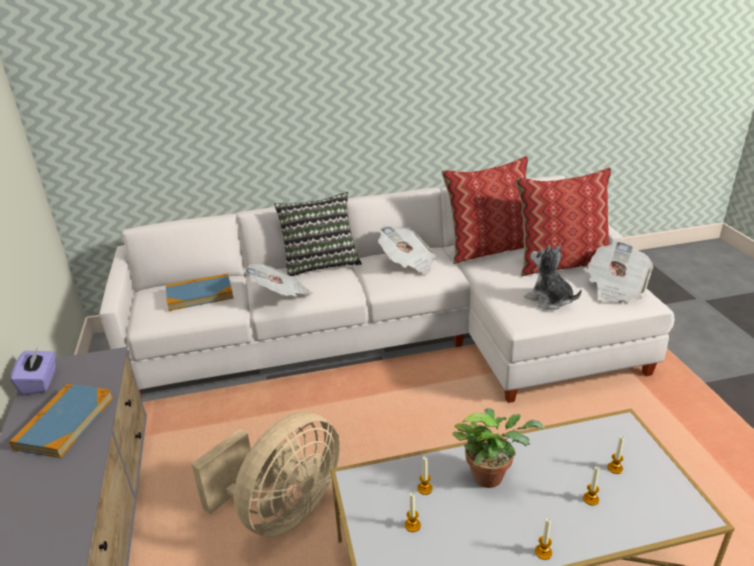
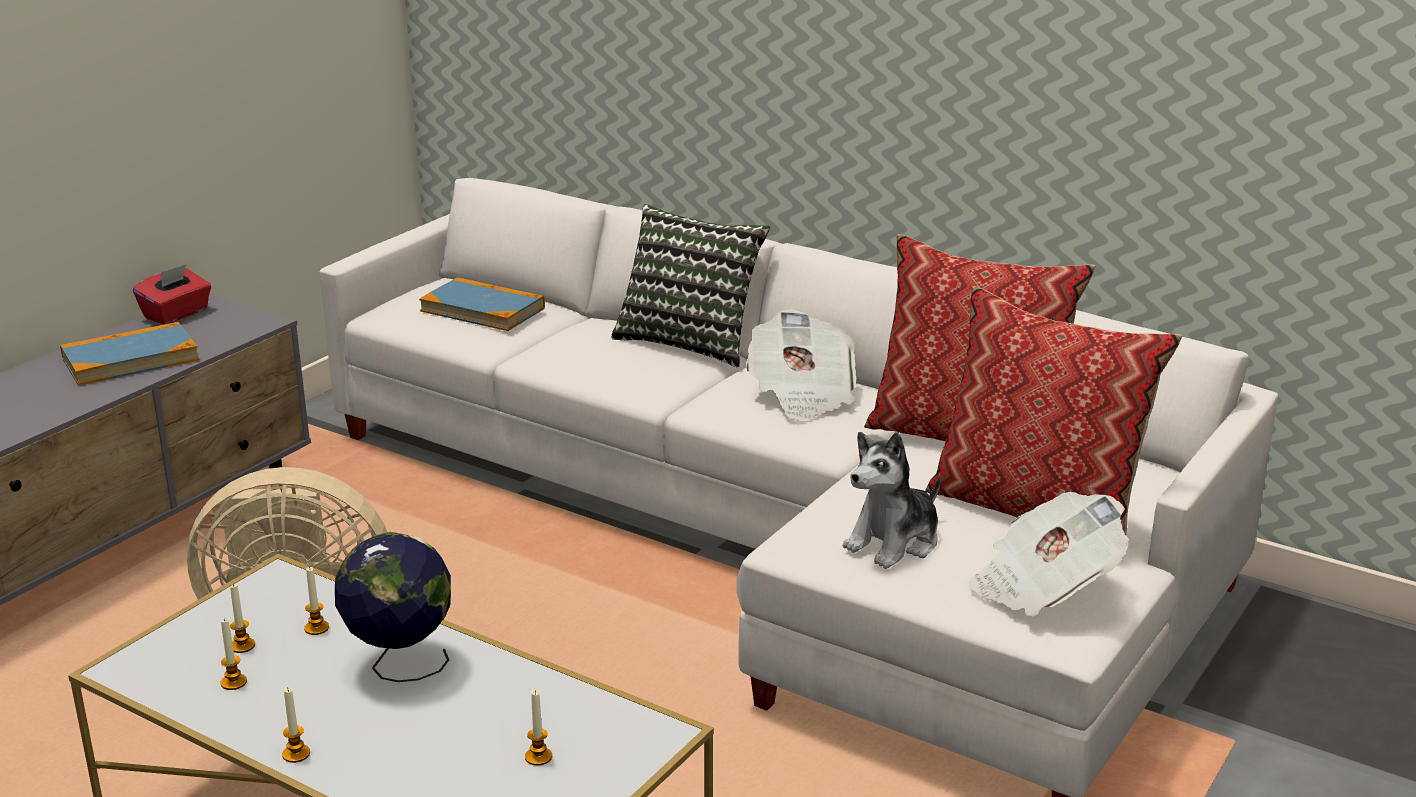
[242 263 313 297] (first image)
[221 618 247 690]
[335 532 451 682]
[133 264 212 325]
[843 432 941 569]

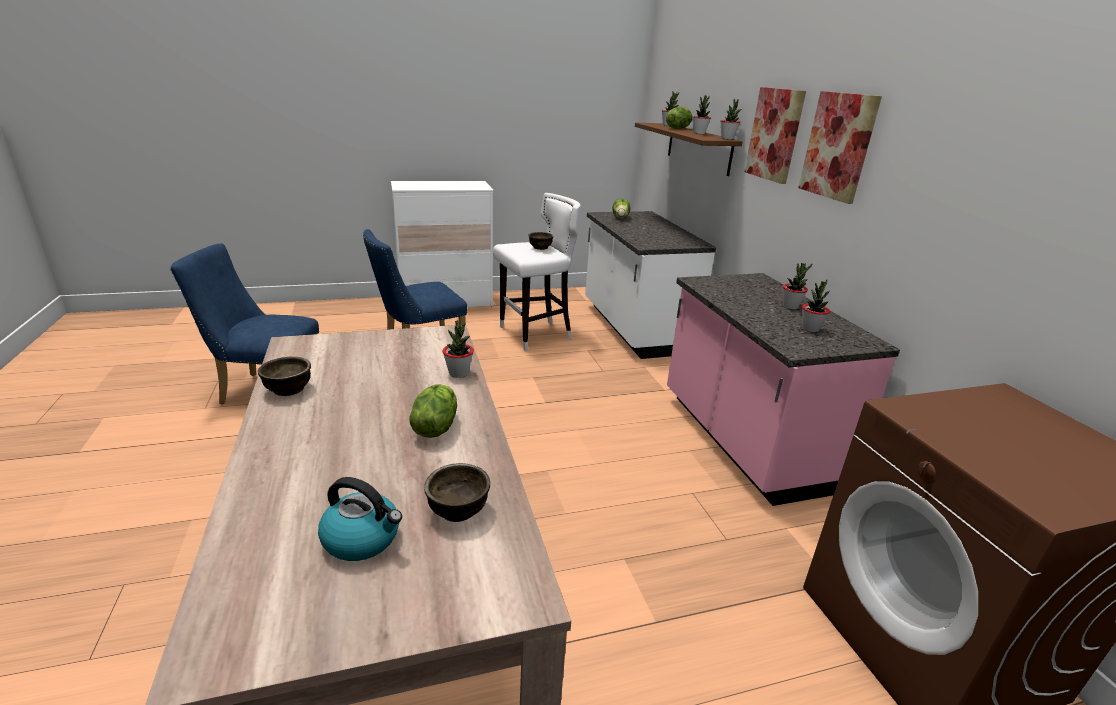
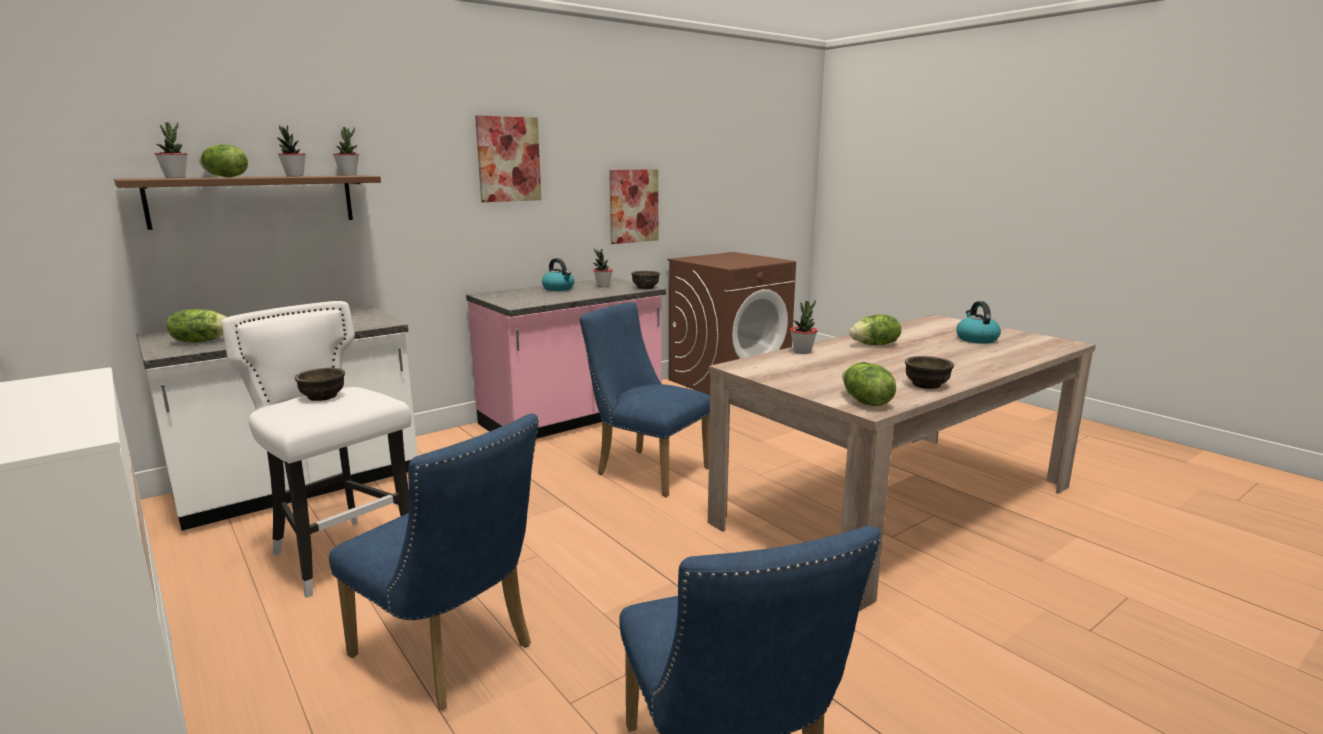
[579 302 710 497]
[842 362 896 406]
[631 271 660 289]
[609 169 658 244]
[542 258 574 291]

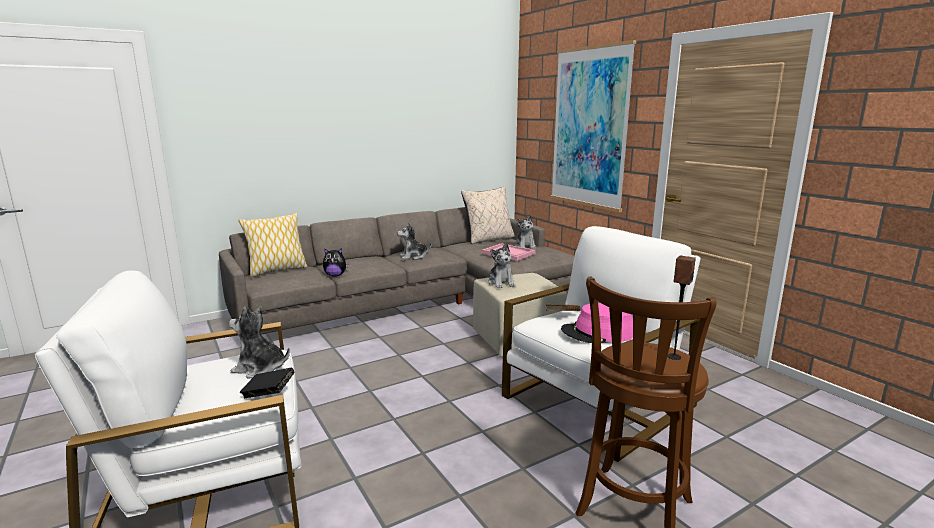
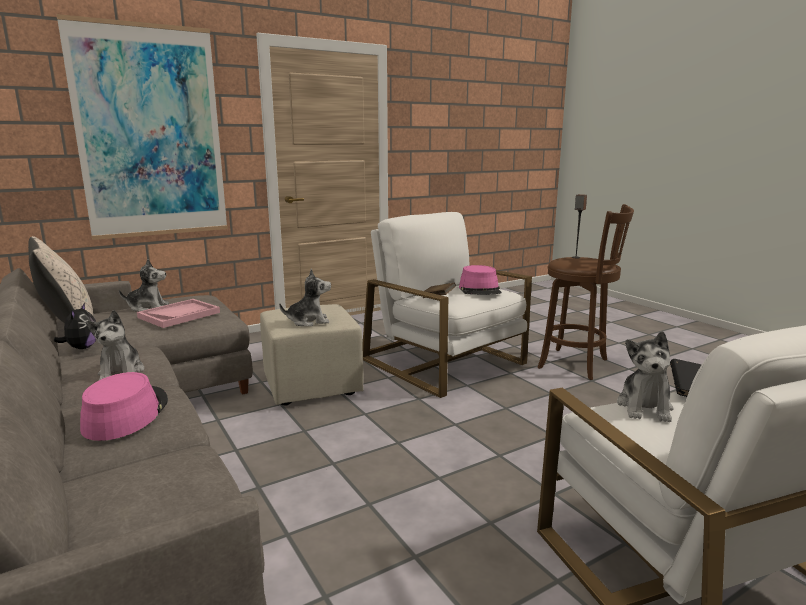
[238 213 308 277] (first image)
[80 372 168 441]
[54 303 96 349]

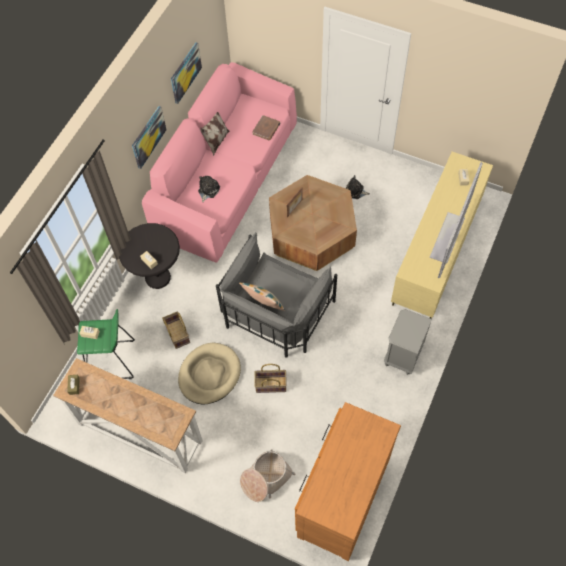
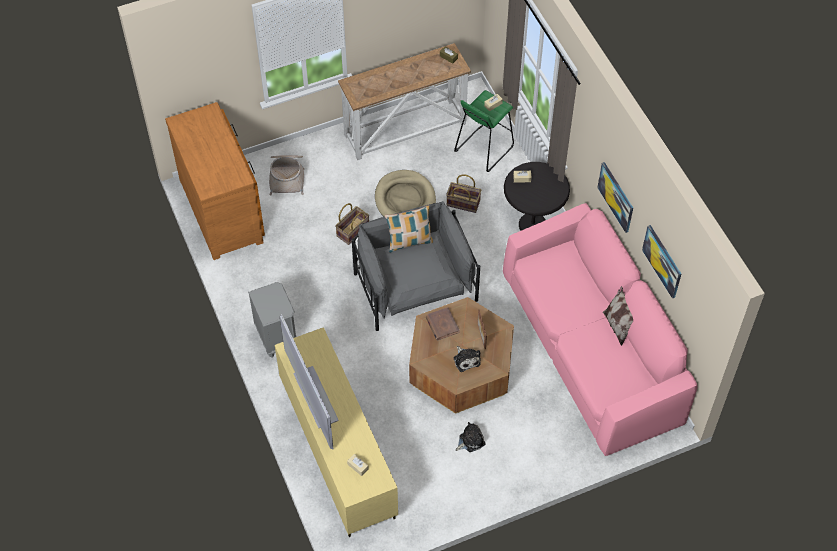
[454 346 481 372]
[426 307 460 340]

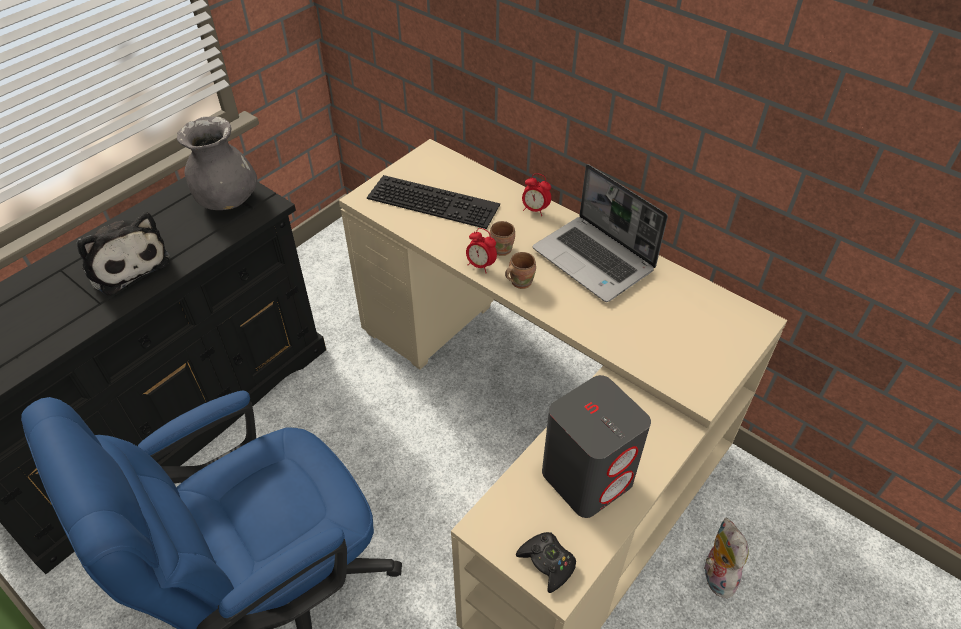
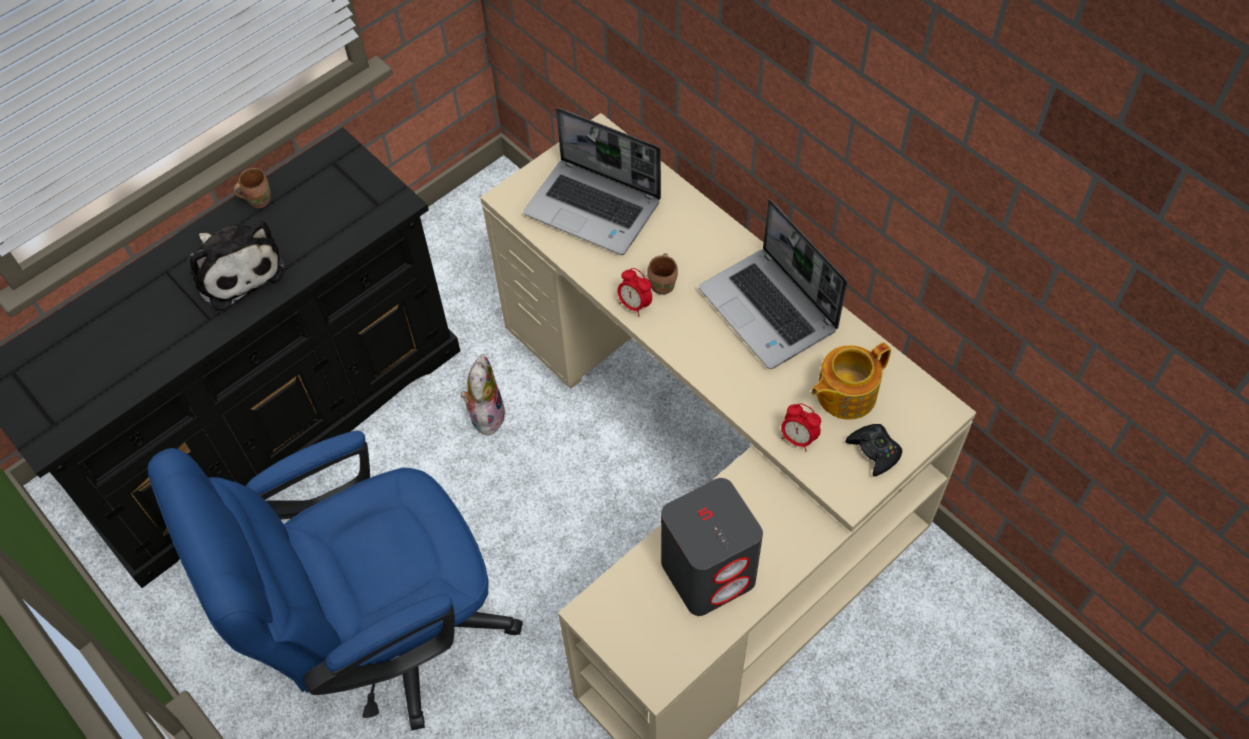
[177 116 257 210] (first image)
[811 342 891 420]
[233 168 271 208]
[846 424 902 477]
[781 404 821 452]
[461 354 506 435]
[523 108 661 255]

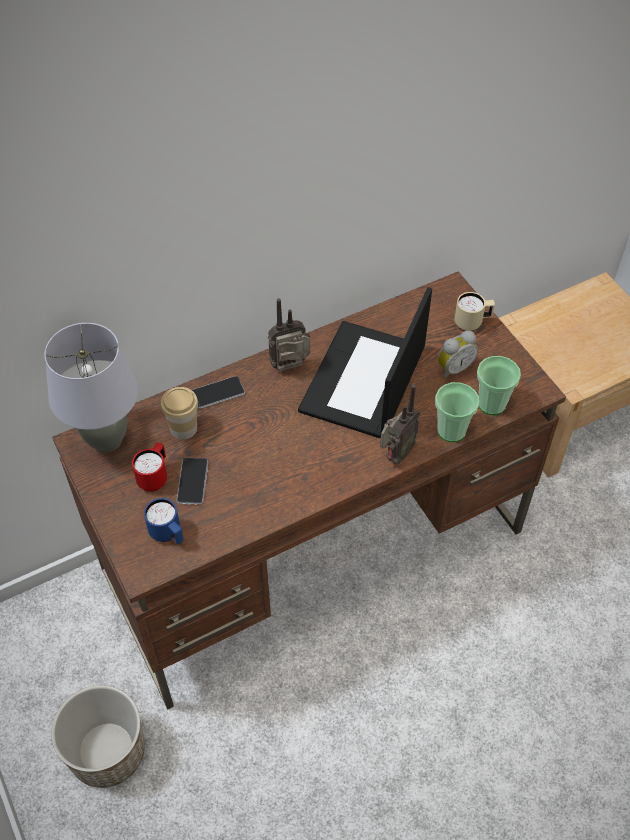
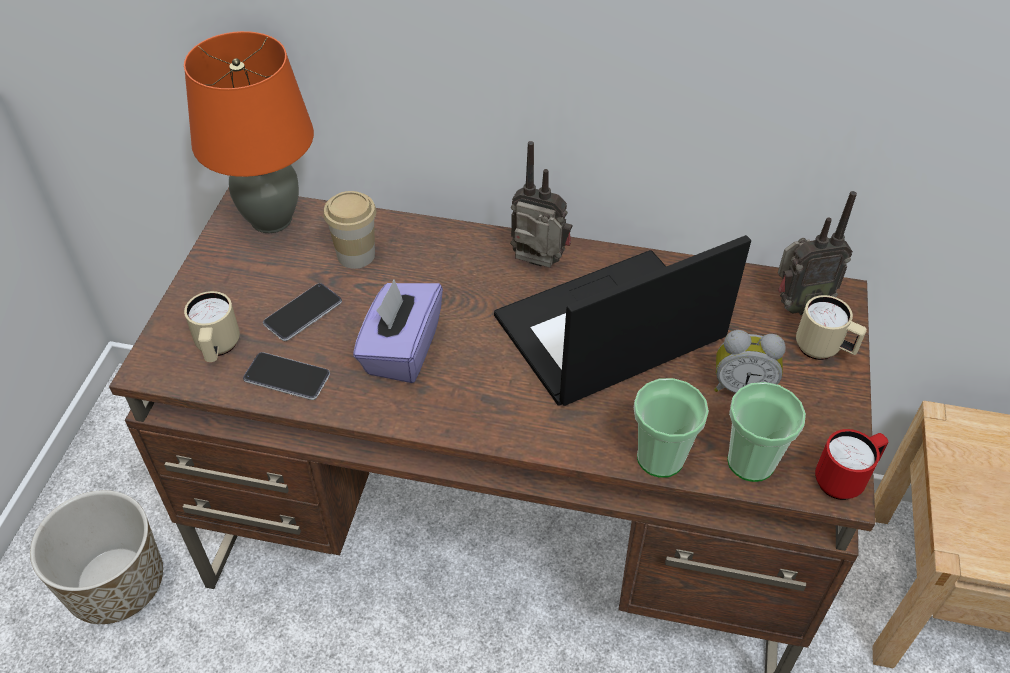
[353 280 443 383]
[815 429 888 500]
[243 352 330 400]
[778 191 857 315]
[184 31 314 233]
[184 291 240 362]

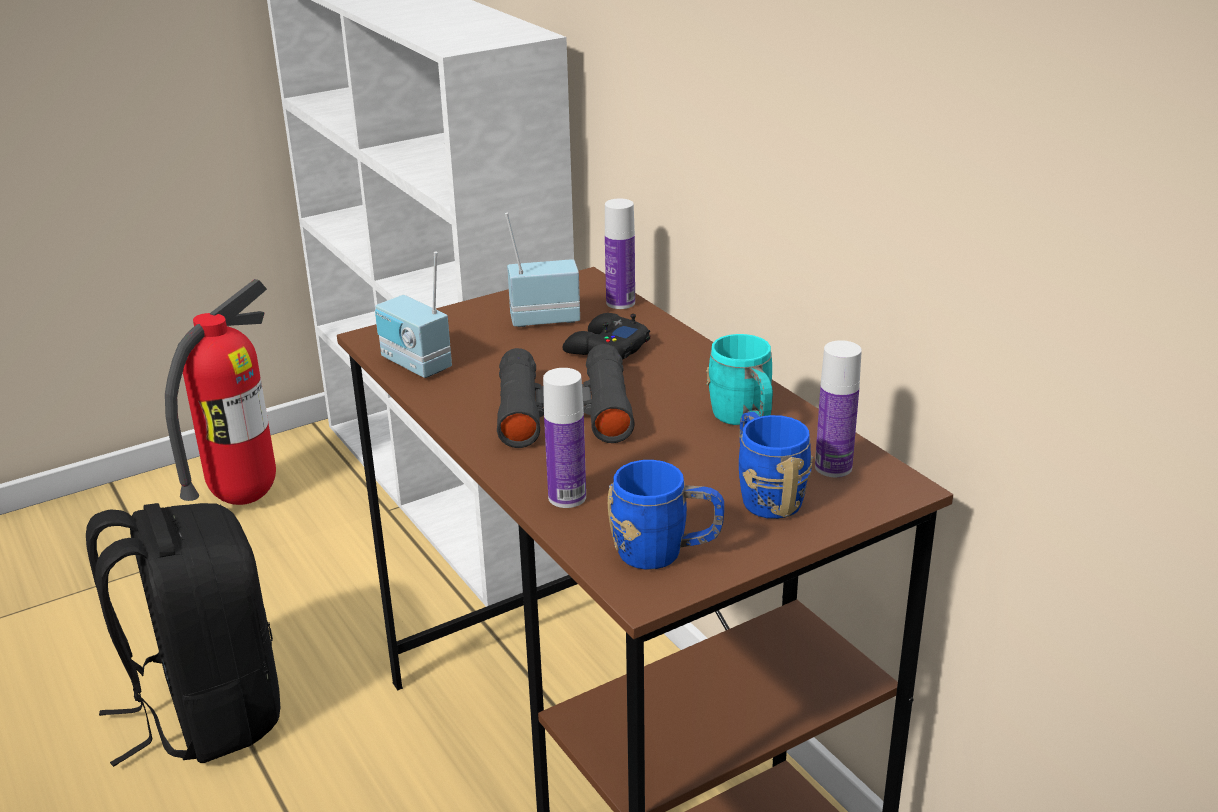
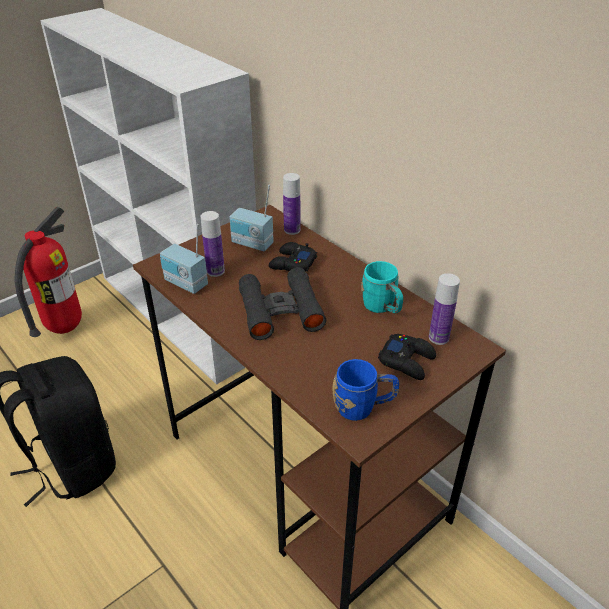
[201 211 225 277]
[378 334 436 380]
[229 185 274 251]

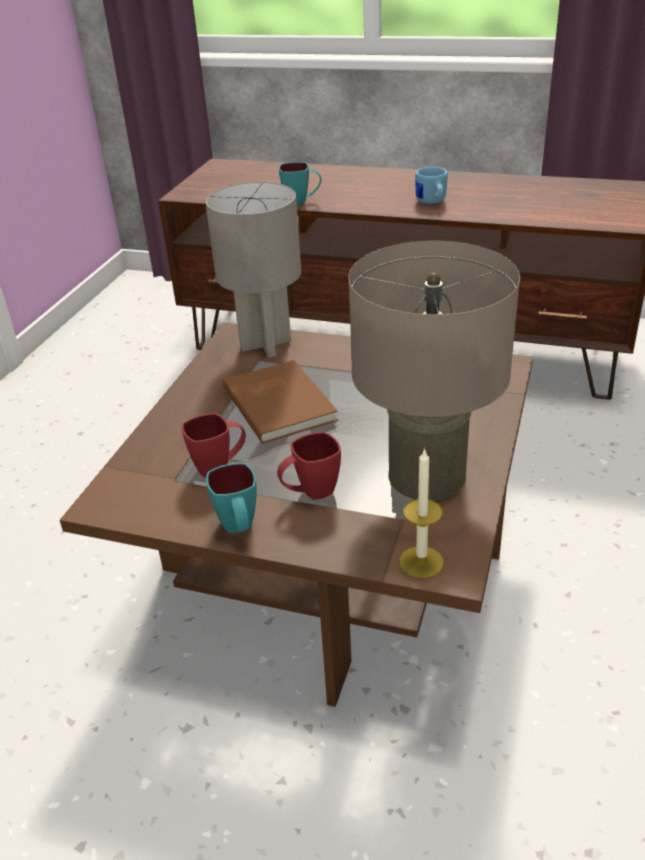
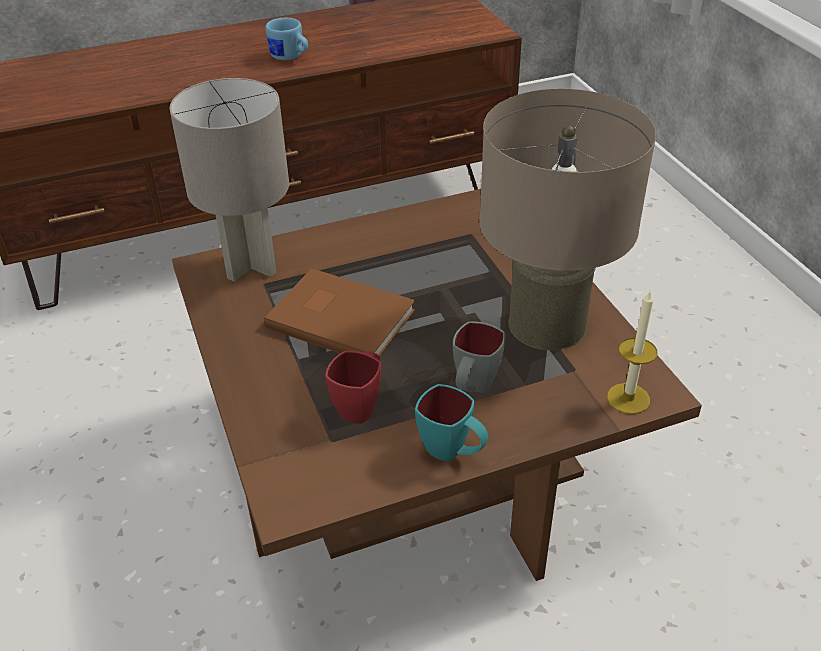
[279 162 322 205] (first image)
[453 321 506 392]

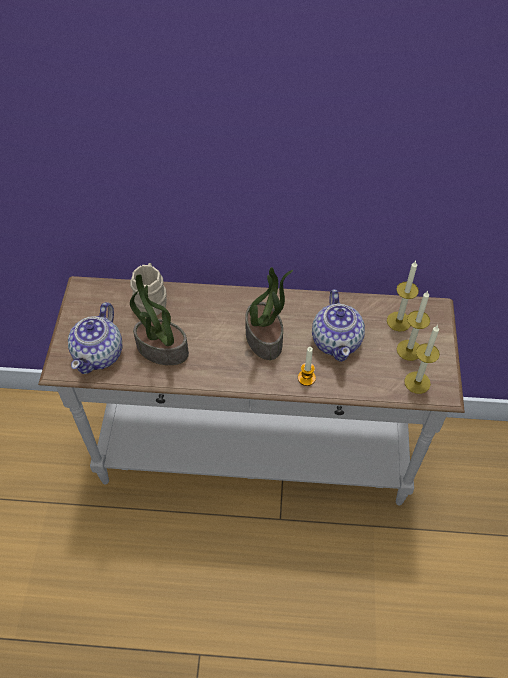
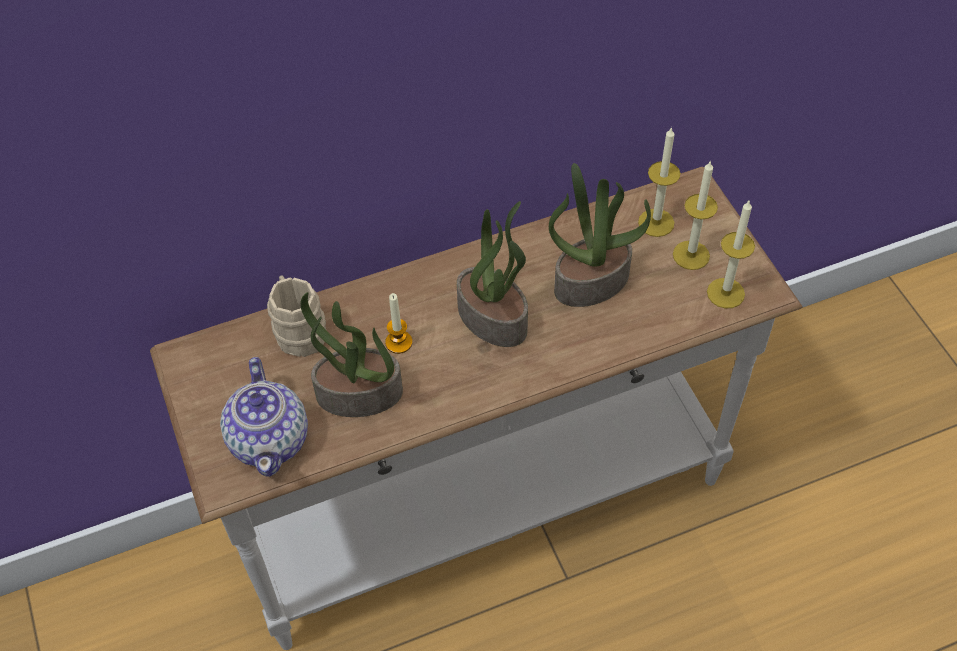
[385 293 412 354]
[549 163 651 307]

